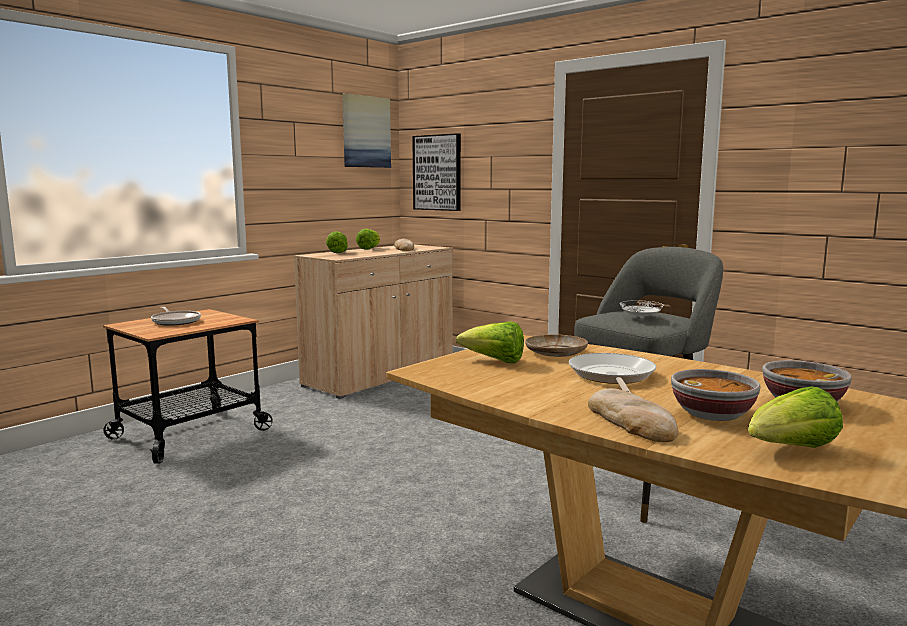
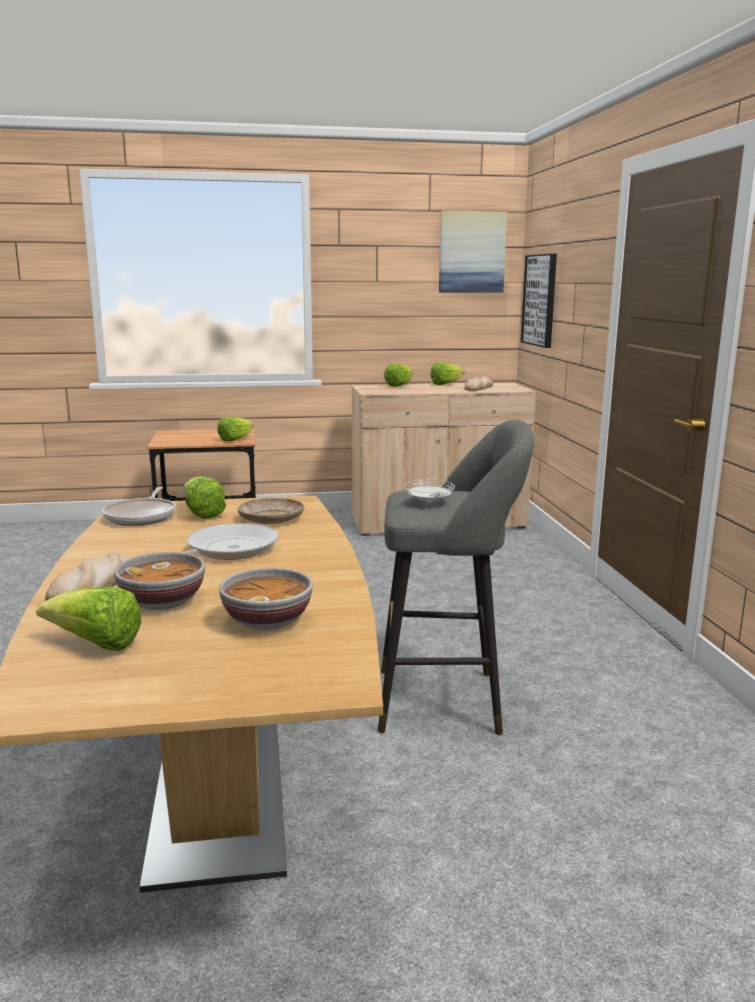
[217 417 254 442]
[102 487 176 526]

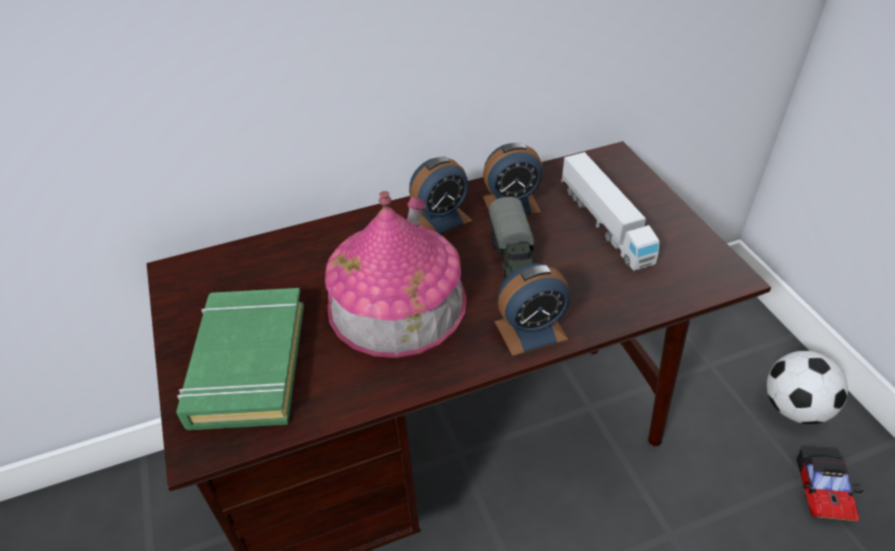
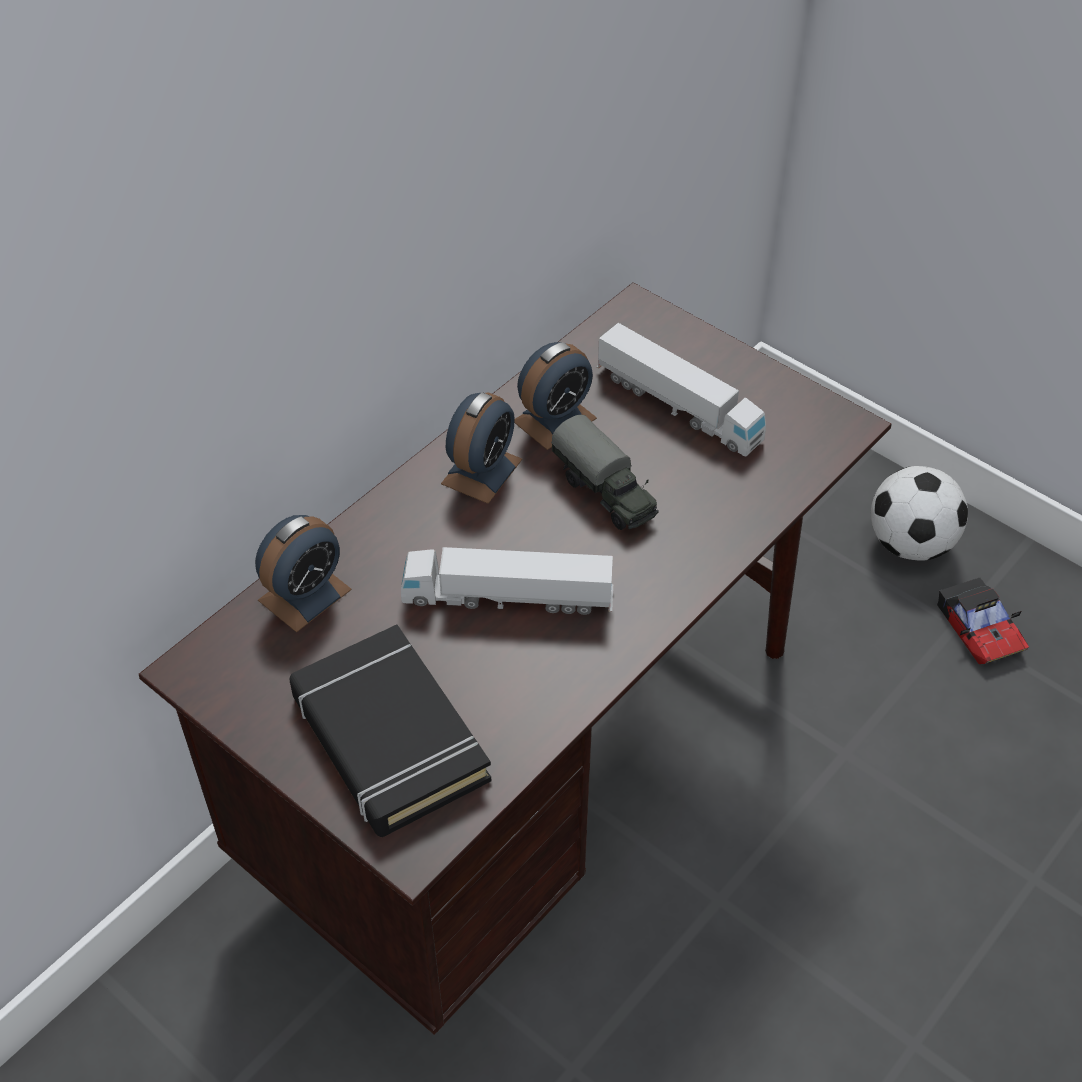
[255 515 352 632]
[401 547 613 615]
[290 625 491 837]

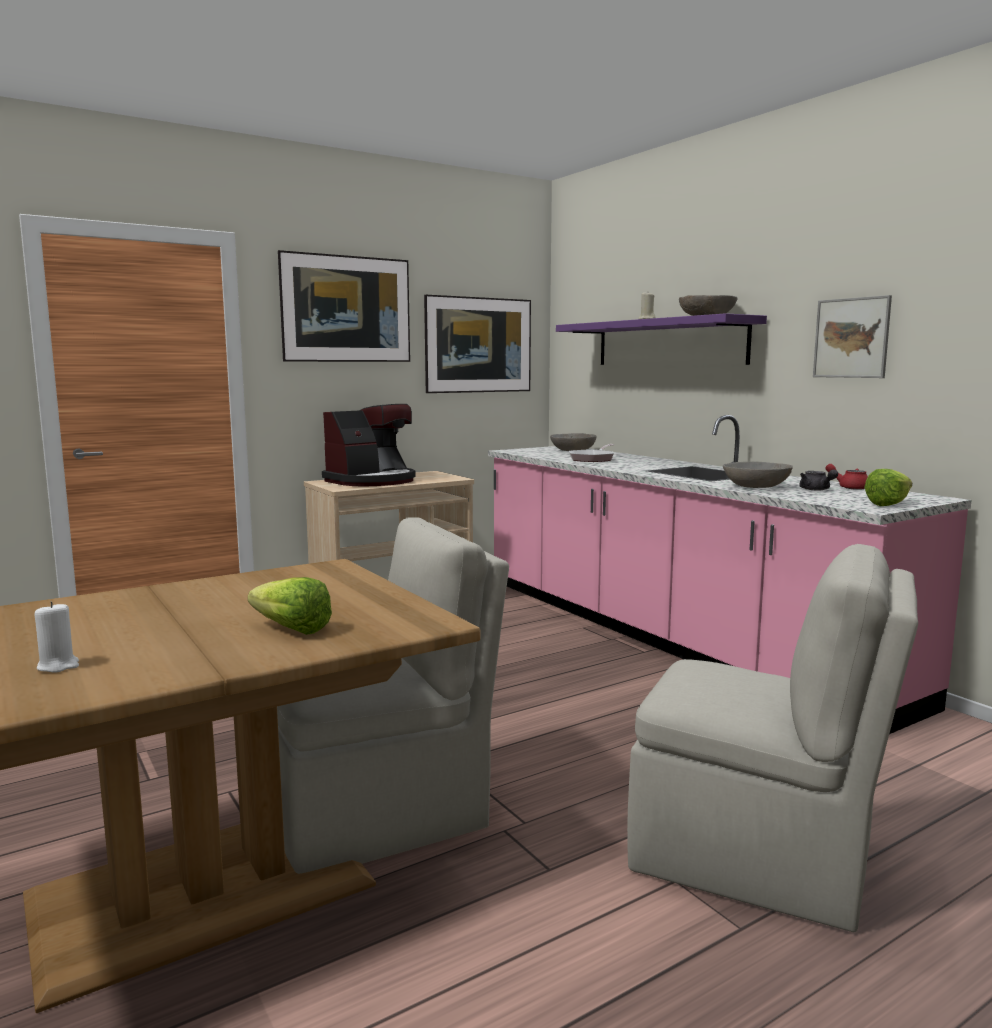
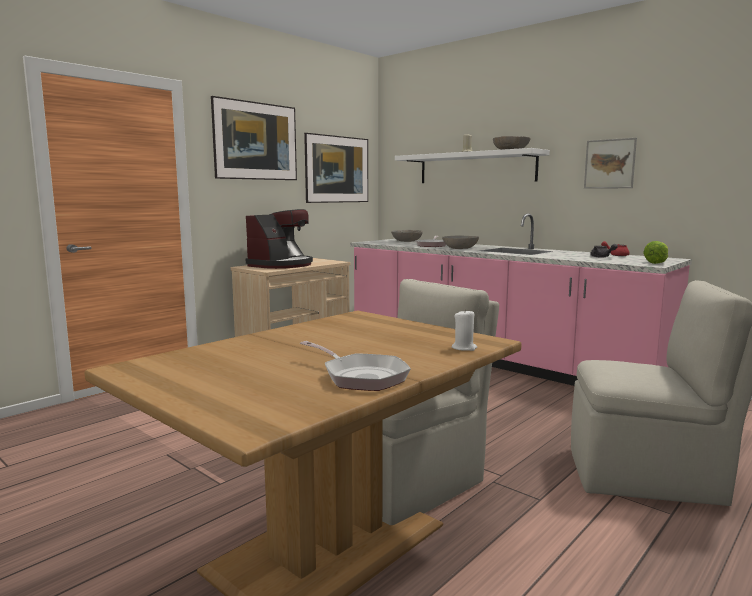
[248 577 332 635] (first image)
[300 341 411 391]
[452 309 477 351]
[442 236 479 249]
[395 148 550 183]

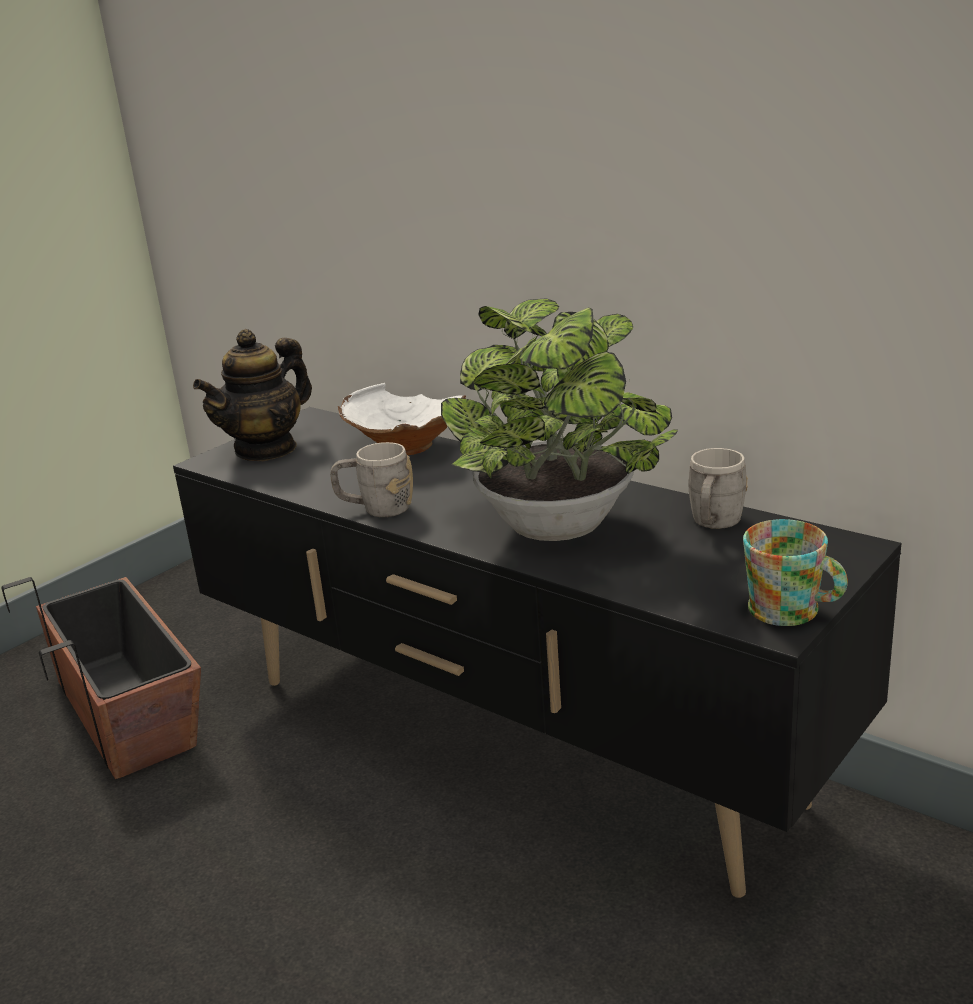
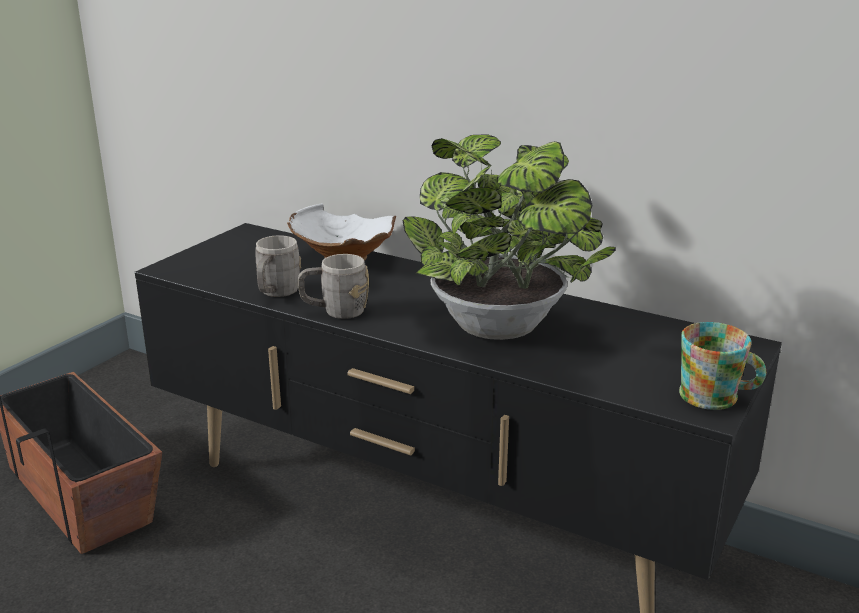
[193 329 312 461] (first image)
[256 235 301 297]

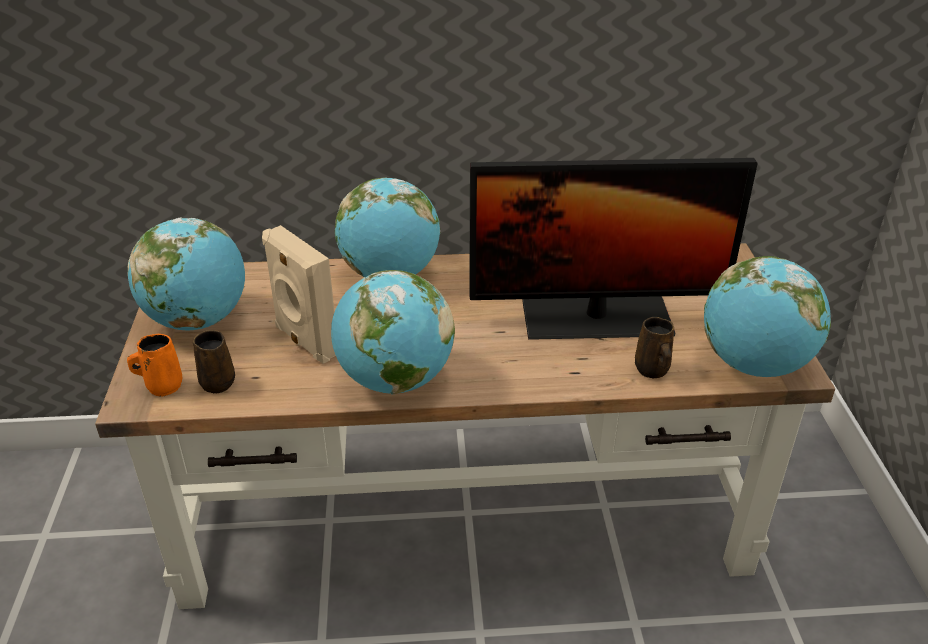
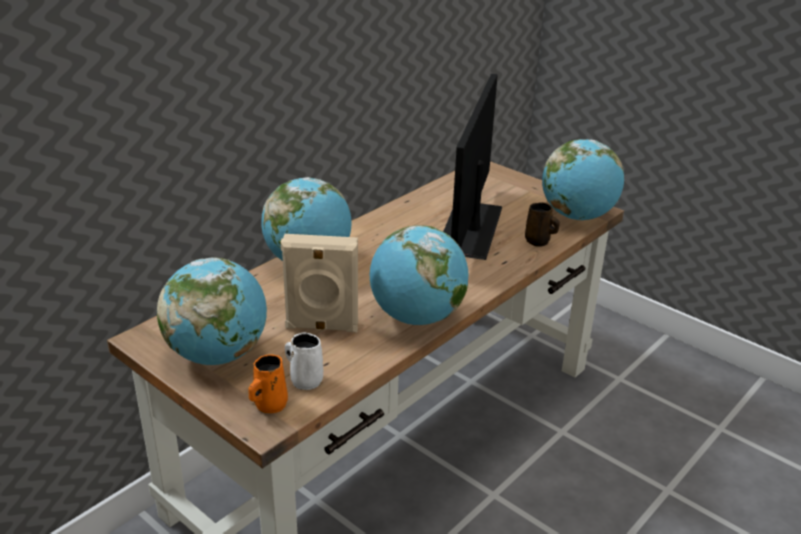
[285 332 323 390]
[443 74 502 260]

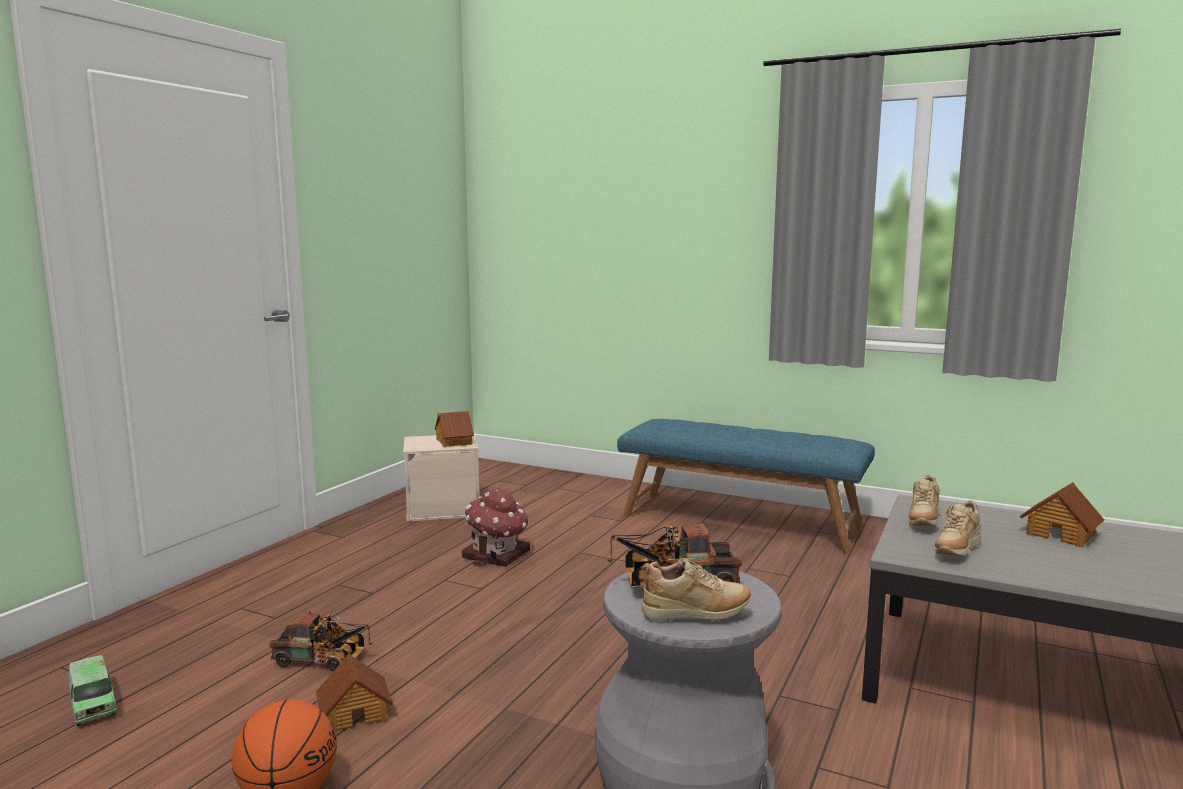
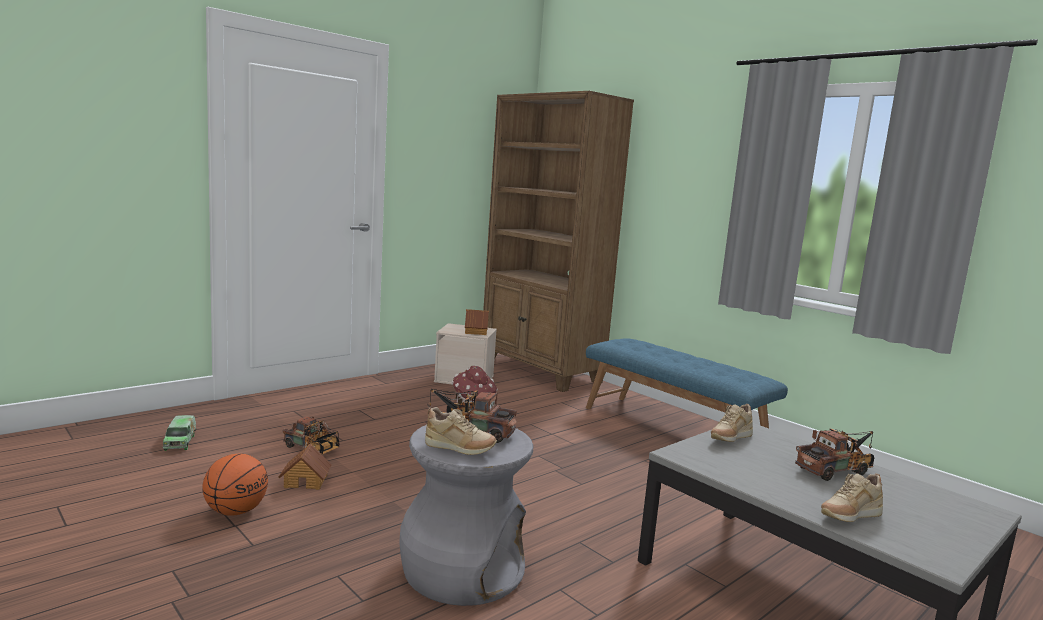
[483 91 634 392]
[821 473 883 522]
[795 429 874 481]

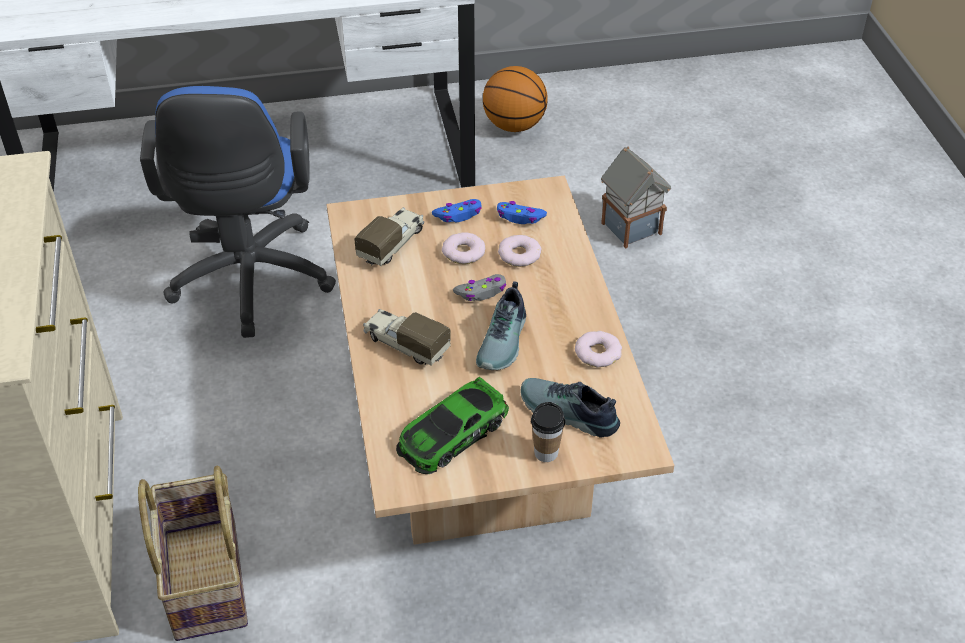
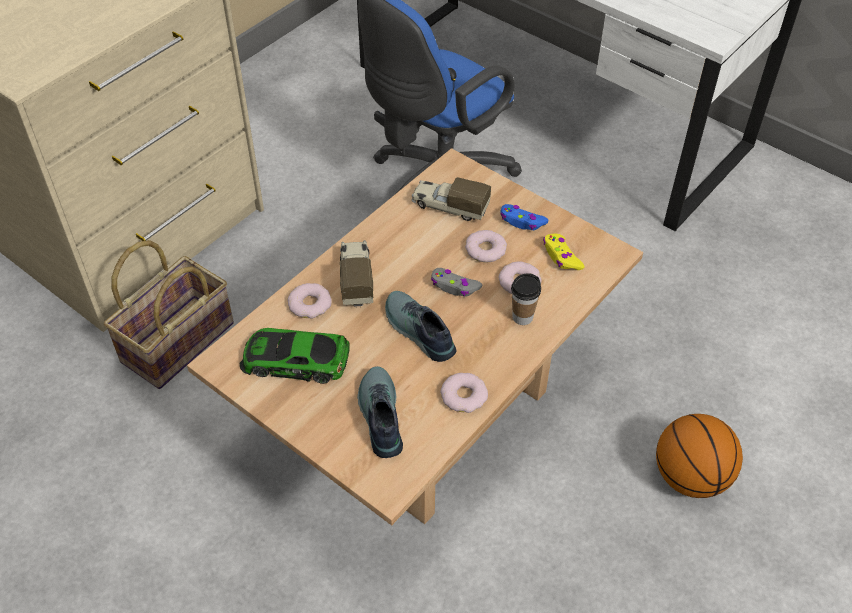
[601 146 671 249] (first image)
[287 283 332 318]
[656 414 743 498]
[511 273 541 325]
[543 234 585 270]
[411 177 491 221]
[385 291 456 362]

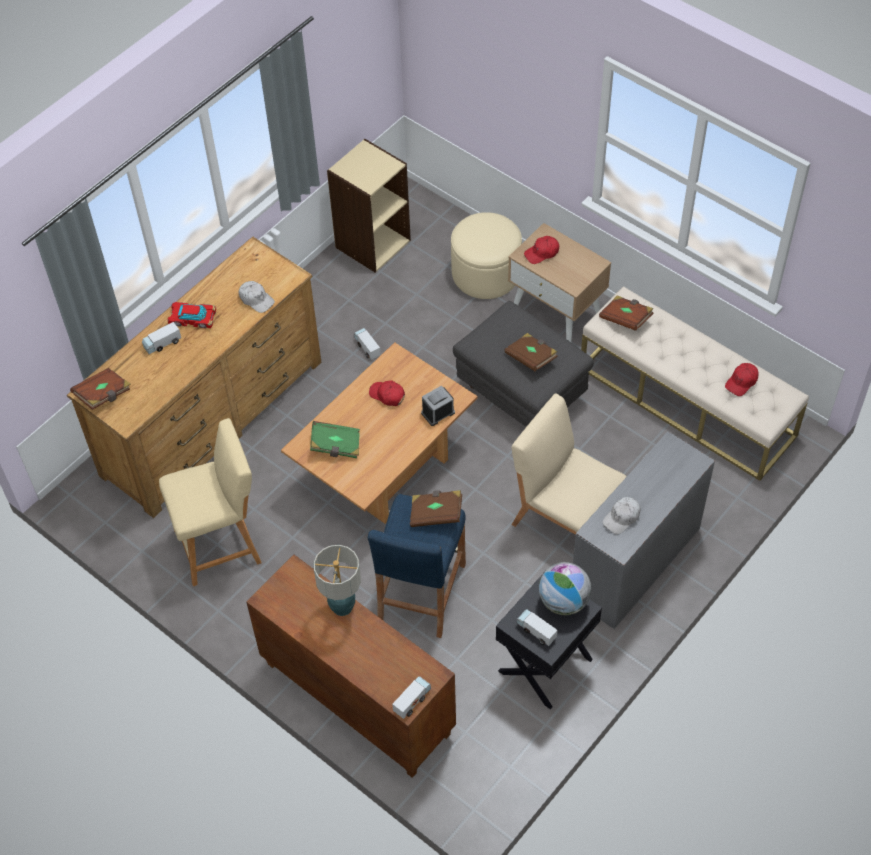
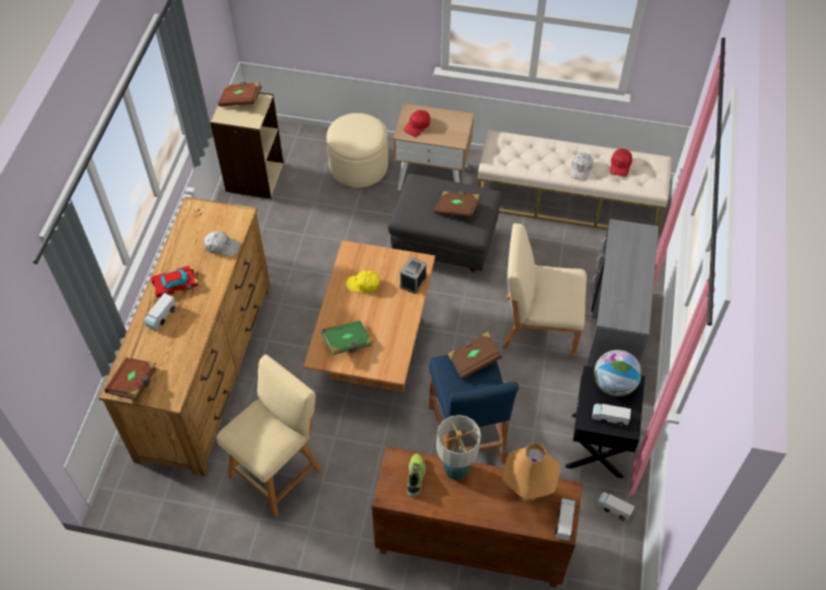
[407 453 426 497]
[503 443 560 503]
[597 492 635 520]
[218 82 262 107]
[570 152 593 180]
[346 270 380 292]

